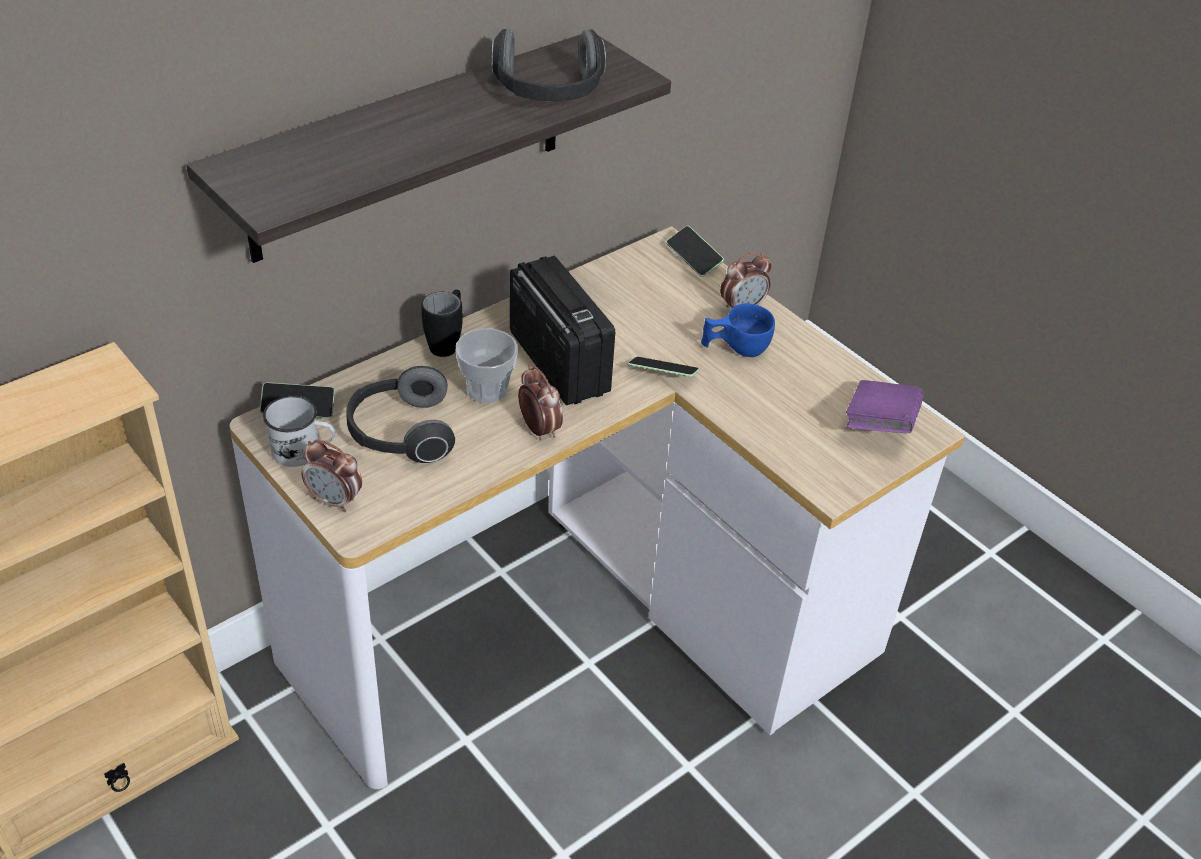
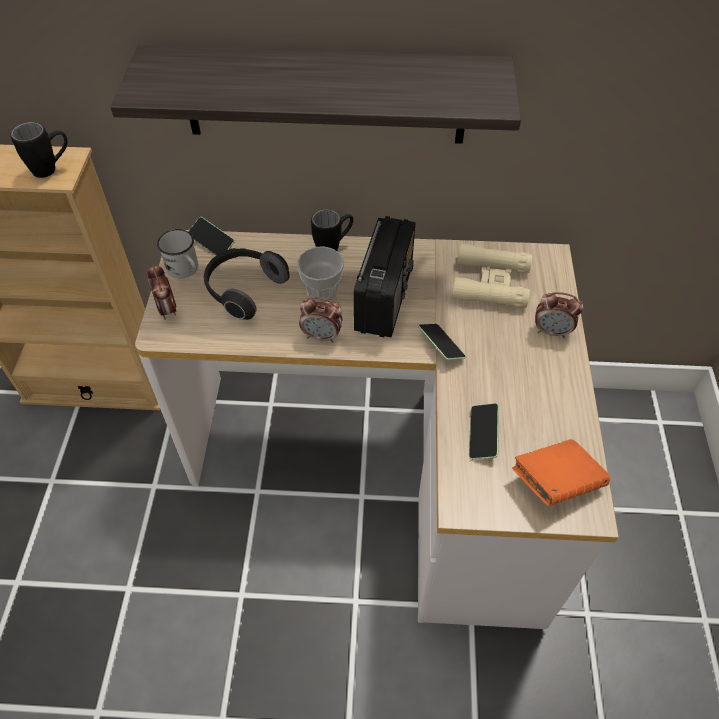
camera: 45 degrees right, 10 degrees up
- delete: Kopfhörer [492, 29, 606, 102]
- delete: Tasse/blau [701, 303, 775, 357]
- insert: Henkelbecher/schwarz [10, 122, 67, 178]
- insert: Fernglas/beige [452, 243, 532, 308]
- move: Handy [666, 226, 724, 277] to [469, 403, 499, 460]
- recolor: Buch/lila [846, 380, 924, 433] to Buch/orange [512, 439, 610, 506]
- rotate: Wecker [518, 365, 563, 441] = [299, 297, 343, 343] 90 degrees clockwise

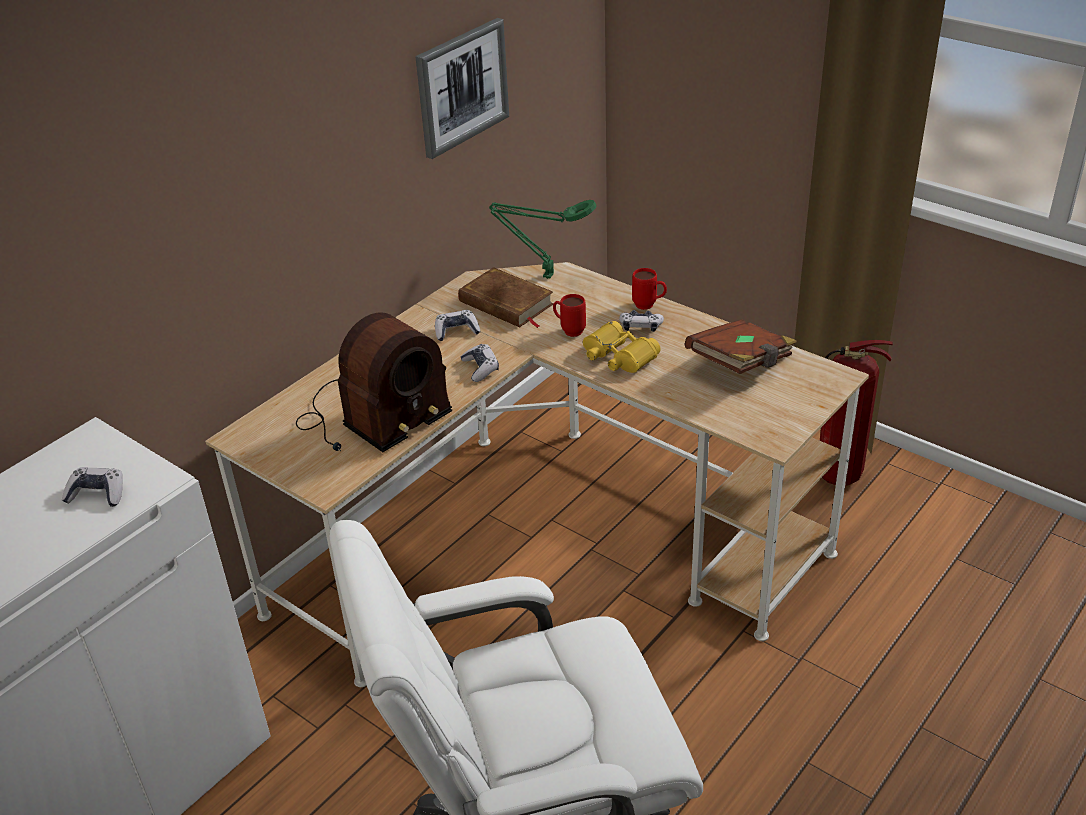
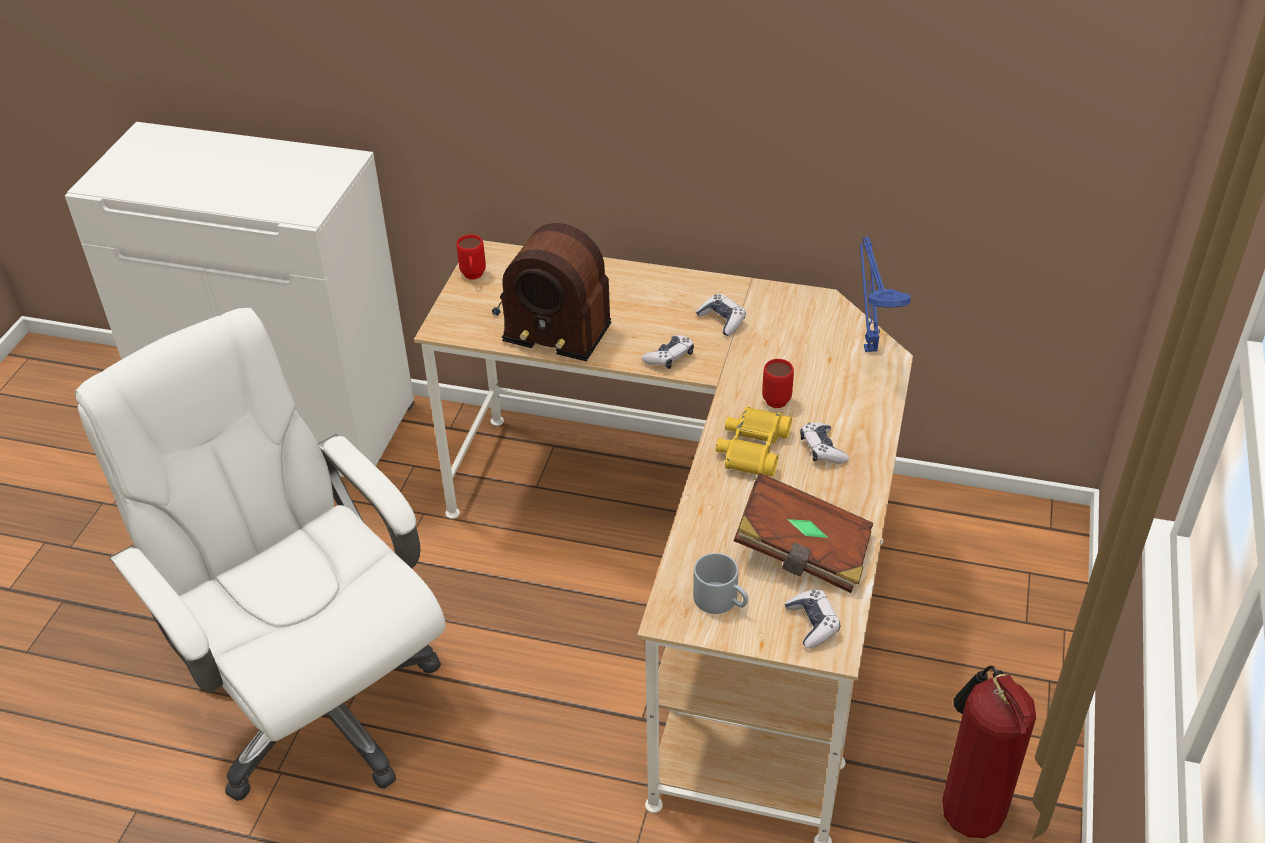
camera: 65 degrees right, 5 degrees up
- delete: Bild [415, 18, 509, 159]
- delete: Buch/braun [458, 267, 553, 328]
- insert: Henkelbecher/grau [693, 553, 748, 614]
- move: Gamepad [62, 467, 123, 507] to [785, 590, 840, 649]
- move: Henkelbecher/rot [632, 268, 667, 310] to [457, 234, 486, 279]
- recolor: Tischlampe/grün [489, 200, 597, 279] to Tischlampe/blau [860, 237, 911, 352]

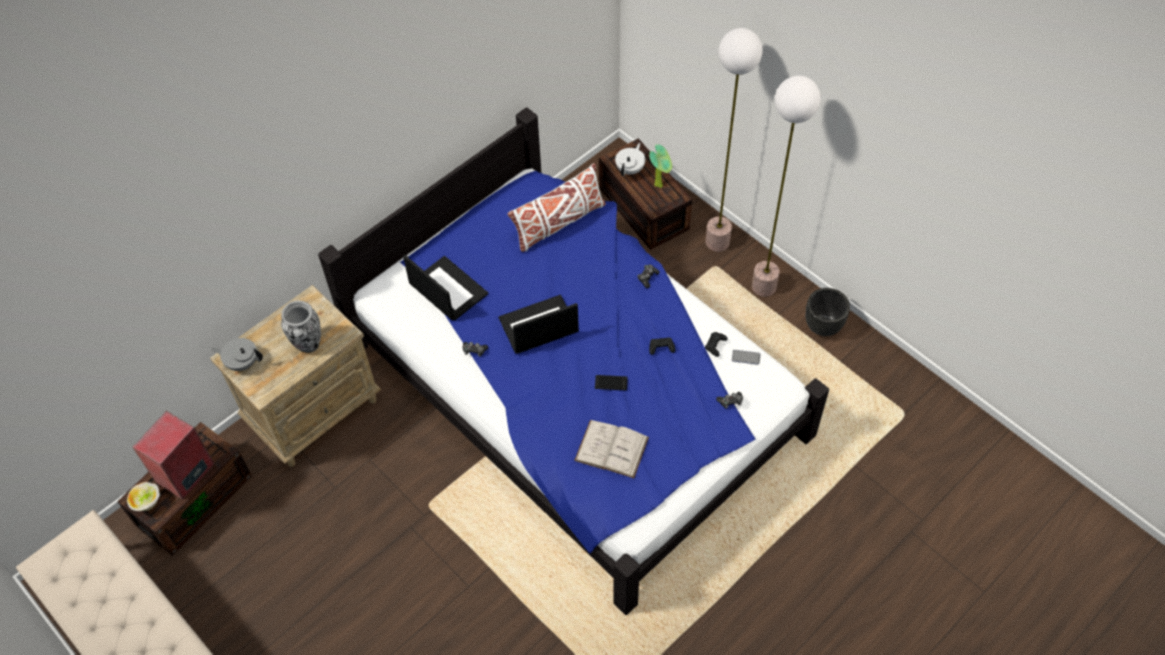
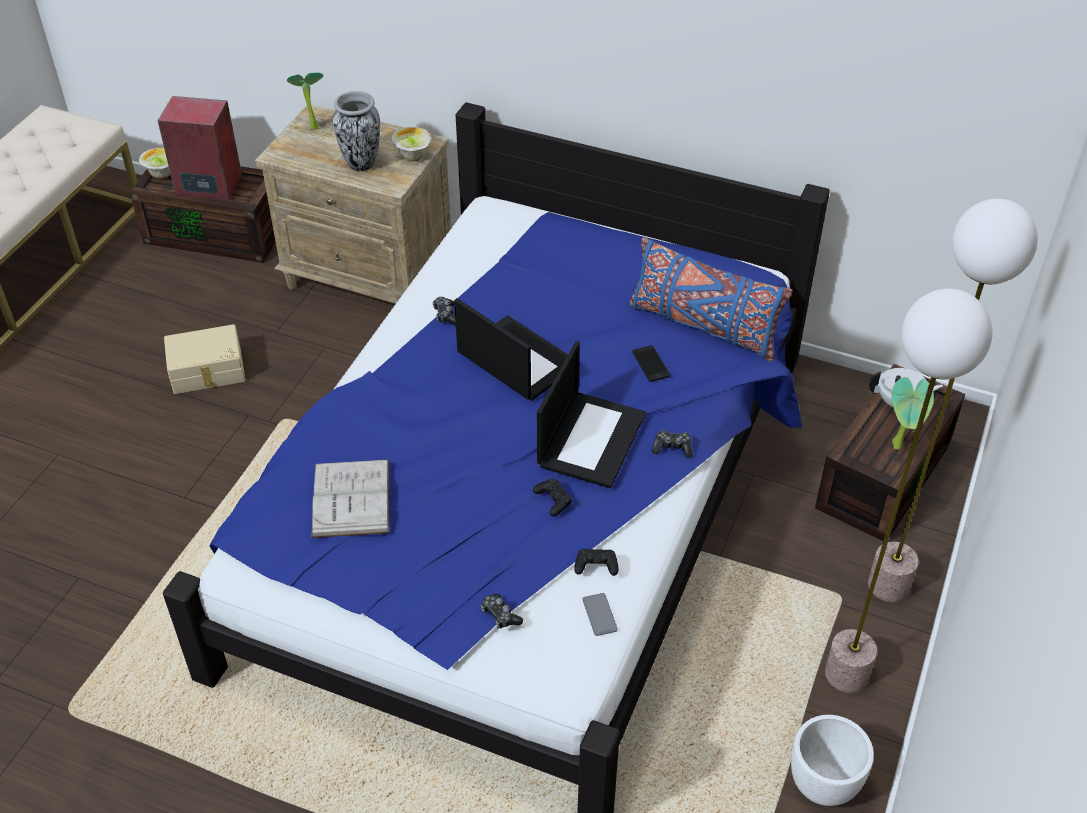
camera: 65 degrees right, 10 degrees down
- insert: Aufbewahrungsbox/beige [164, 324, 245, 394]
- insert: Schüssel [391, 127, 431, 161]
- move: Laptop [403, 255, 488, 321] to [537, 341, 646, 488]
- move: Handy [595, 375, 628, 391] to [632, 345, 670, 382]
- replace: Teekanne/grau [212, 338, 263, 371] to Topfpflanze [287, 72, 323, 130]
- recolor: Kissen/weiß [507, 163, 606, 252] to Kissen/blau [630, 237, 793, 362]
- recolor: Pflanzkübel/schwarz [806, 288, 850, 336] to Pflanzkübel/weiß [791, 715, 874, 806]

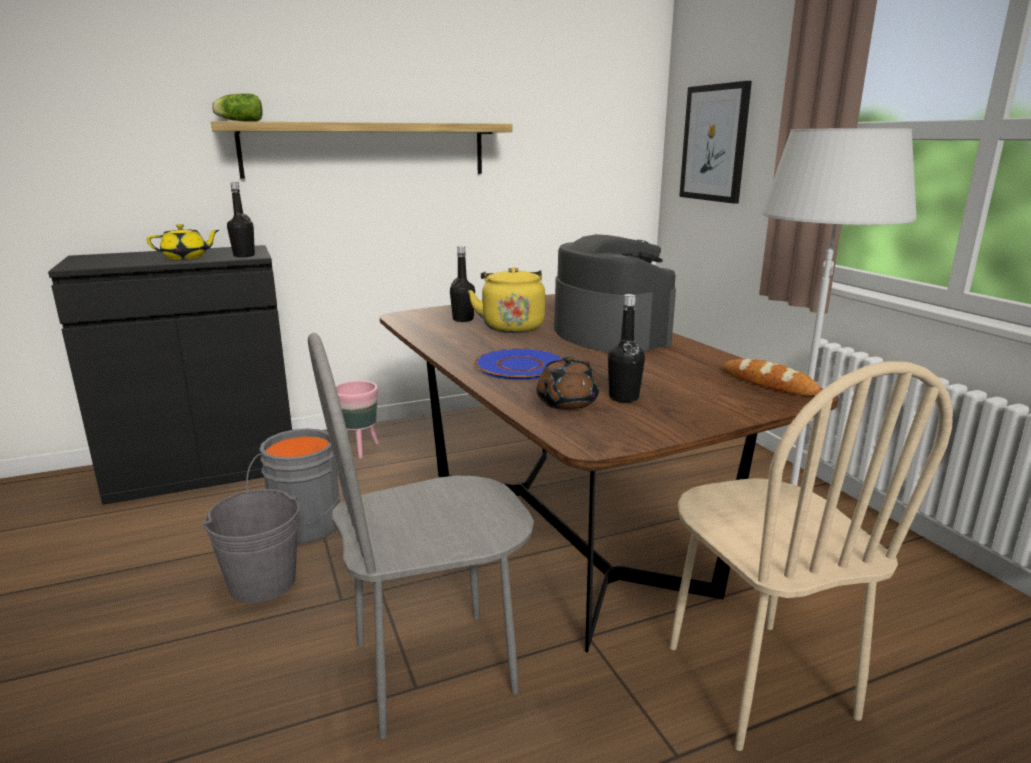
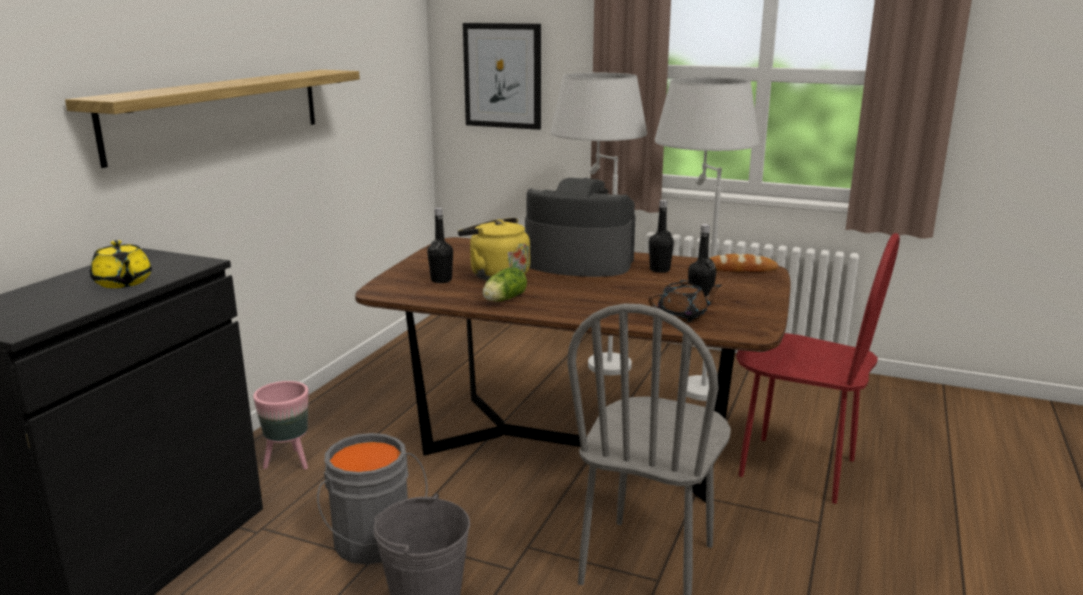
camera: 45 degrees left, 0 degrees up
- delete: Teller/blau [474, 348, 563, 380]
- insert: Stehlampe/weiß [551, 73, 647, 375]
- move: Salatkopf [212, 93, 263, 122] to [482, 267, 527, 301]
- move: Flasche/schwarz [227, 182, 255, 257] to [649, 200, 674, 273]
- recolor: Stuhl/beige [669, 361, 953, 751] to Stuhl/rot [736, 233, 900, 504]
- rotate: Teekanne/gelb [147, 224, 219, 260] = [90, 240, 152, 288] 120 degrees clockwise
- rotate: Teekanne/braun [537, 356, 599, 410] = [649, 280, 722, 322] 90 degrees counterclockwise

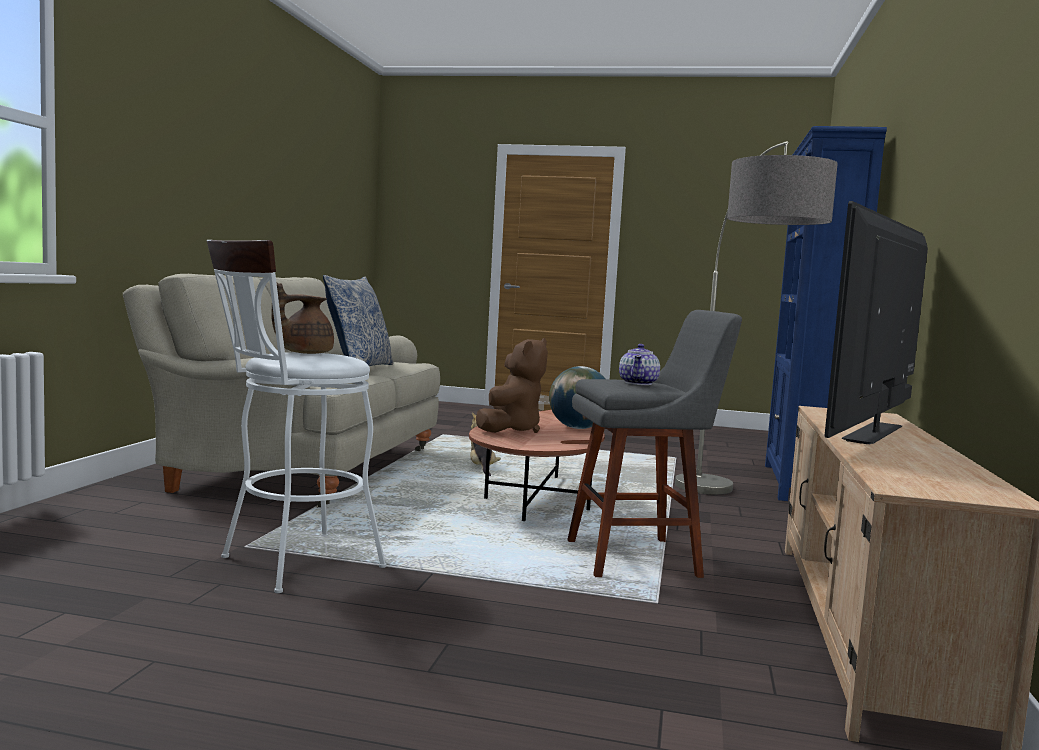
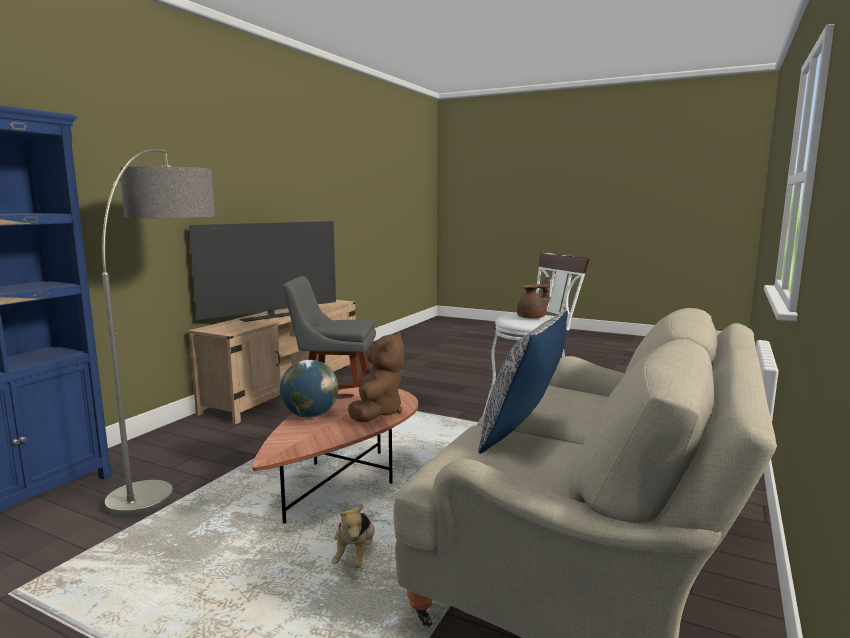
camera: 165 degrees left, 5 degrees up
- delete: Teekanne [619, 344, 660, 385]
- rotate: Plüschtier/braun [476, 338, 548, 433] = [348, 332, 404, 422] 150 degrees clockwise

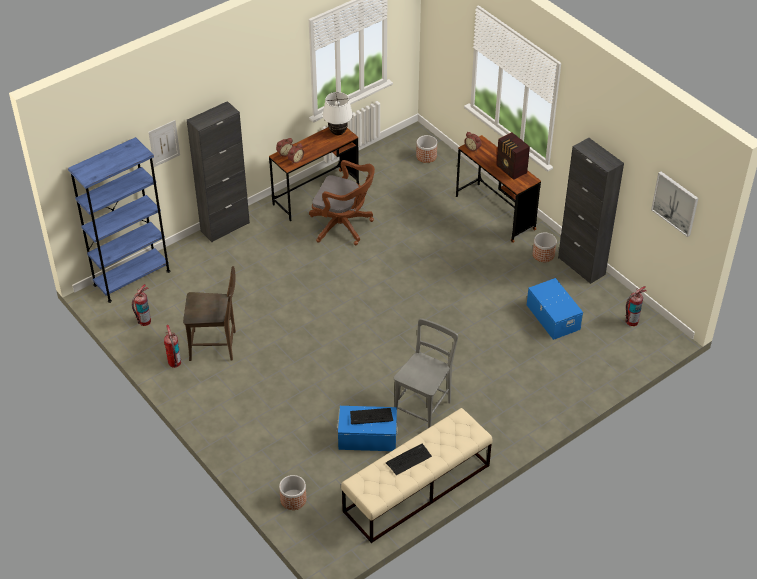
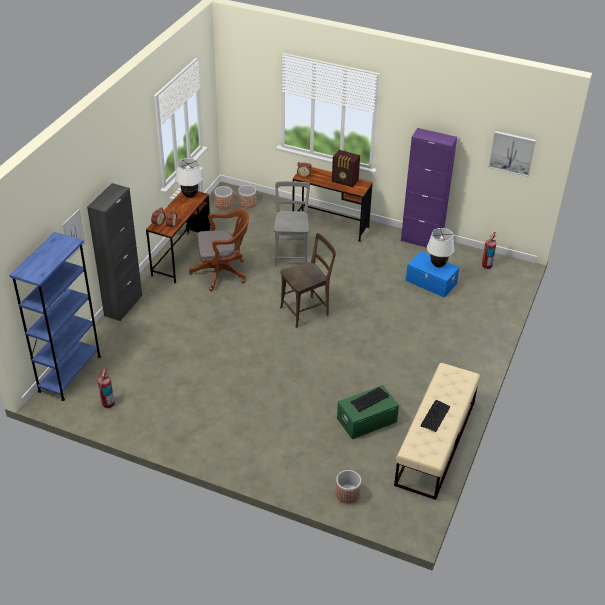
camera: 30 degrees left, 5 degrees down
- delete: Feuerlöscher [164, 325, 181, 368]
- insert: Tischlampe/weiß [427, 228, 455, 267]
- move: Stuhl/braun [183, 266, 236, 361] to [280, 233, 336, 328]
- move: Stuhl/grau [394, 318, 458, 428] to [274, 181, 310, 267]
- move: Pflanzkübel [533, 232, 557, 262] to [215, 186, 233, 210]
- recolor: Aufbewahrungsbox/blau [337, 406, 398, 451] to Aufbewahrungsbox/grün [337, 385, 399, 439]
- recolor: Schrank/schwarz [558, 138, 624, 284] to Schrank/lila [401, 128, 457, 248]

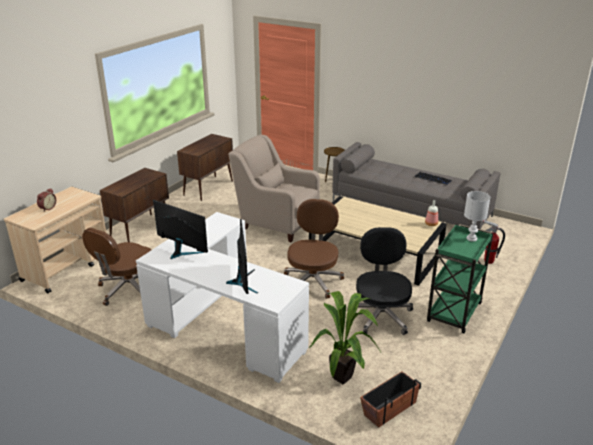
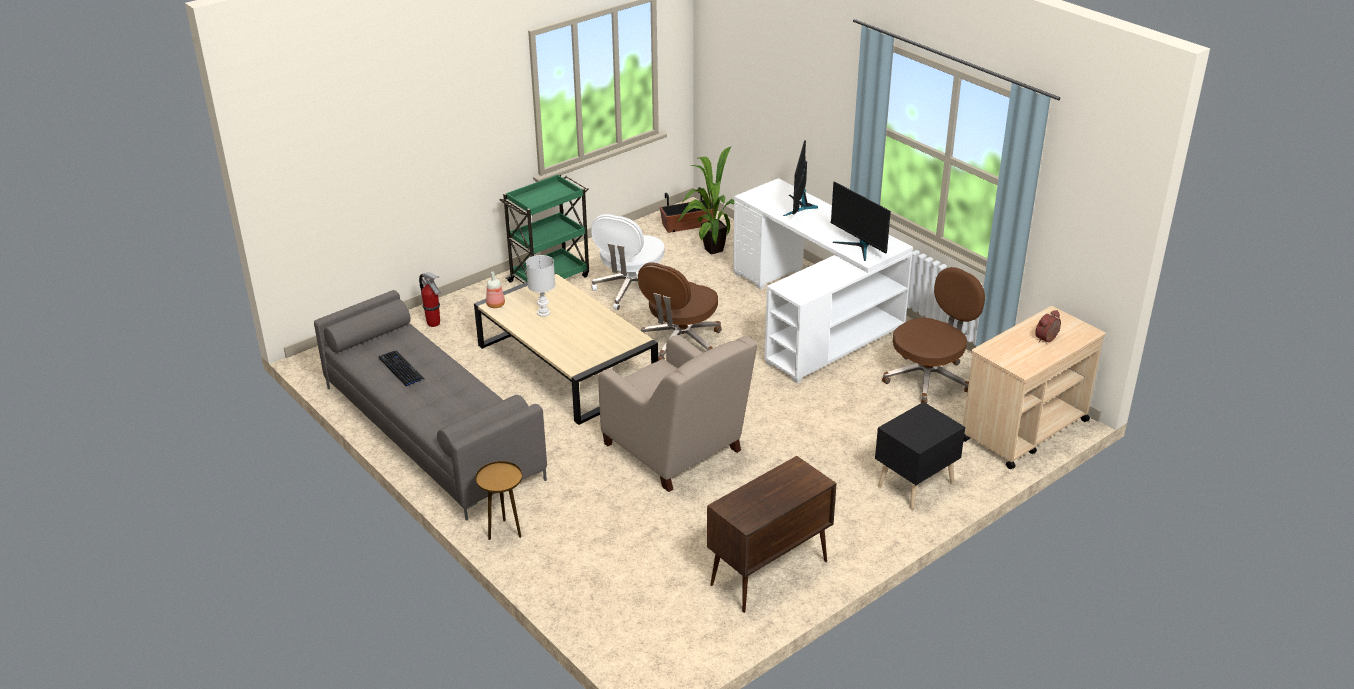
camera: 160 degrees left, 5 degrees up
- move: Tischlampe/weiß [464, 191, 490, 242] to [526, 255, 555, 317]
- replace: Schrank/braun [100, 168, 169, 242] to Nachttisch/schwarz [875, 402, 965, 510]
- recolor: Bürostuhl/schwarz [347, 227, 413, 335] to Bürostuhl/weiß [591, 214, 665, 310]

